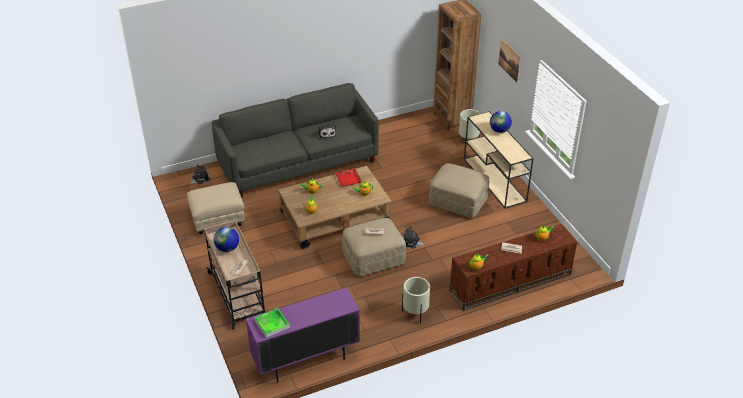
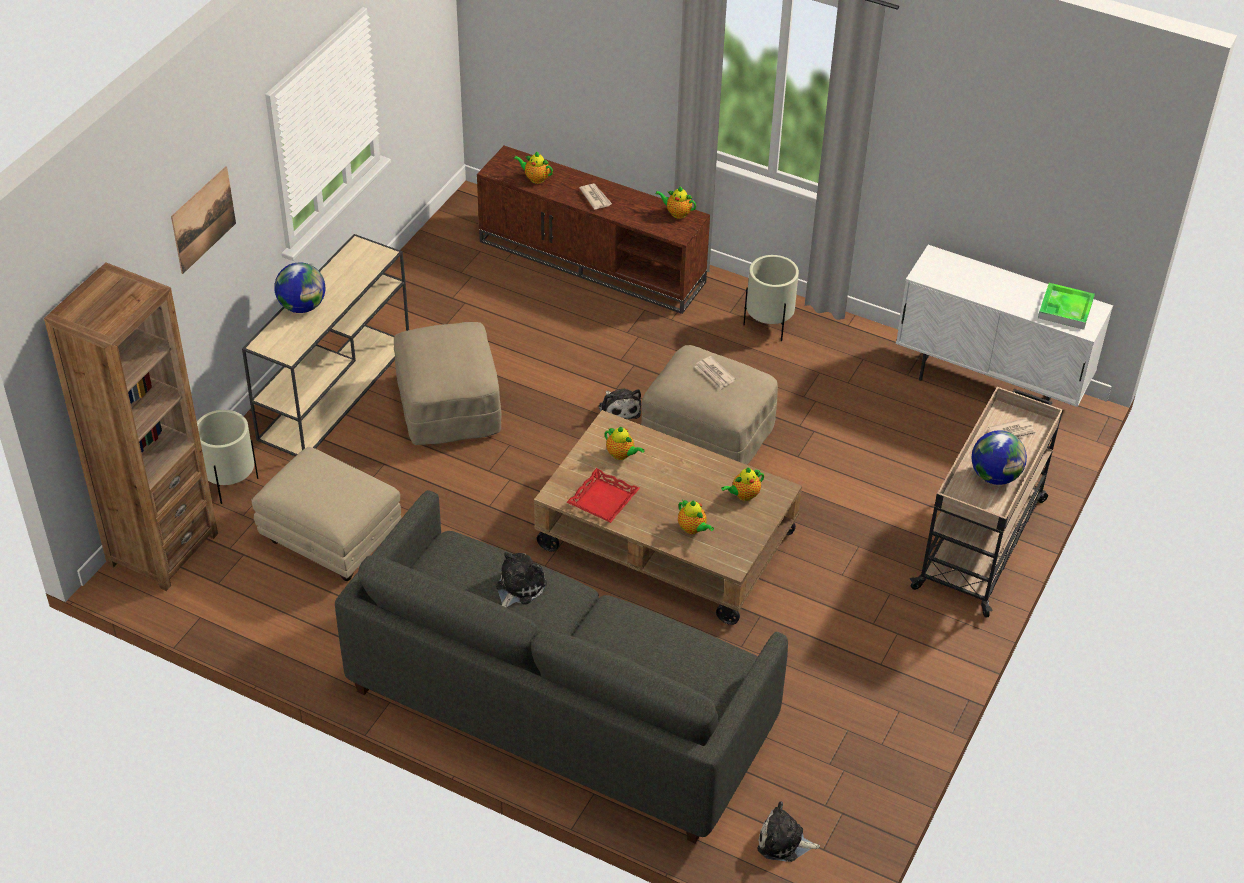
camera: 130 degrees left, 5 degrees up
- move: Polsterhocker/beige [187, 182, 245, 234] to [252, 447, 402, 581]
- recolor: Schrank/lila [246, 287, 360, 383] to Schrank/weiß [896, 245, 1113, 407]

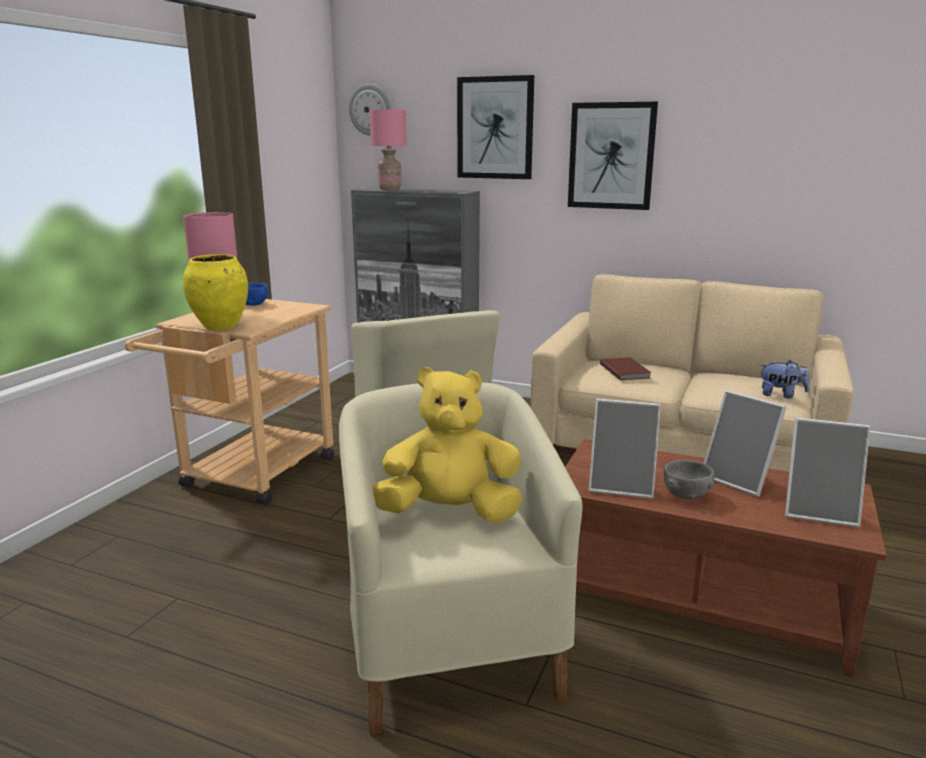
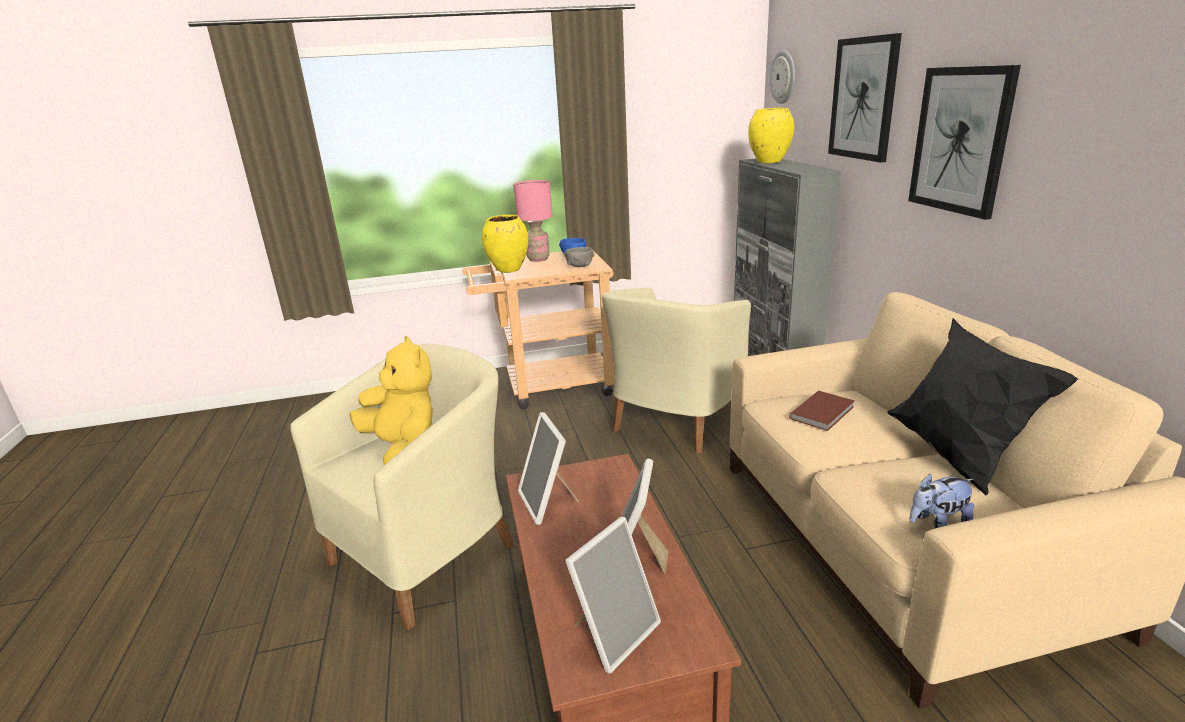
camera: 55 degrees right, 5 degrees up
- insert: Kissen/schwarz [888, 318, 1078, 496]
- move: Schüssel/grau [664, 460, 714, 499] to [564, 247, 595, 267]
- replace: Tischlampe/rosa [370, 109, 407, 190] to Vase/gelb [748, 108, 794, 163]
- rotate: Plüschtier [760, 360, 809, 399] = [910, 473, 974, 529] 90 degrees clockwise
- rotate: Bilderrahmen [785, 418, 870, 528] = [565, 517, 661, 673] 120 degrees counterclockwise

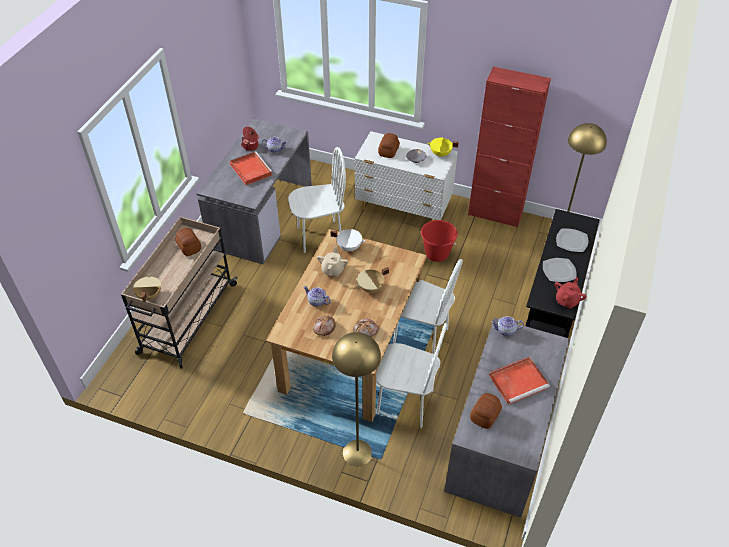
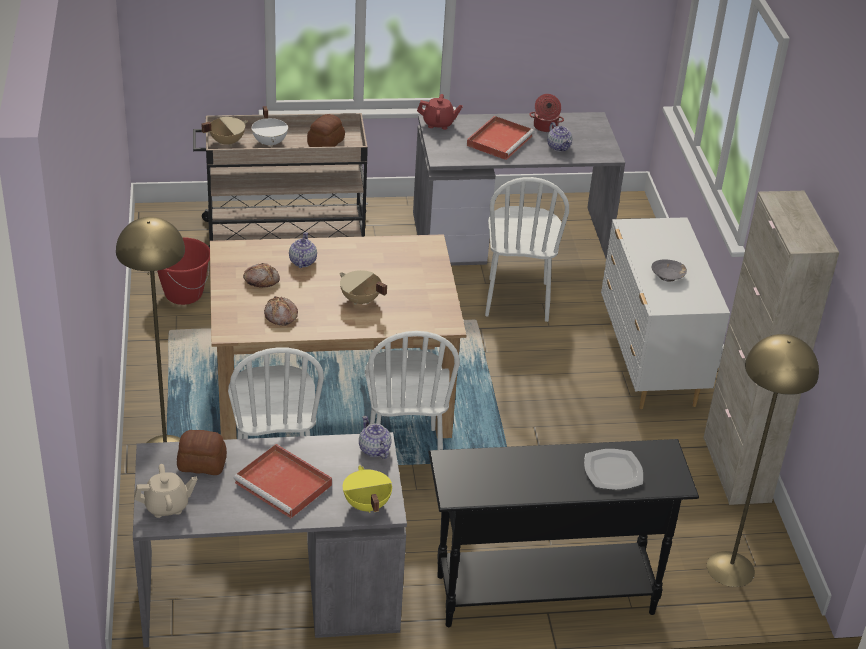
camera: 60 degrees right, 10 degrees down
- delete: Brot [378, 133, 400, 158]
- delete: Teller [543, 258, 577, 282]
- move: Teekanne/beige [317, 247, 348, 276] to [134, 464, 197, 518]
- move: Kochtopf/weiß [331, 229, 366, 252] to [252, 106, 288, 148]
- move: Eimer/rot [421, 220, 458, 262] to [157, 237, 210, 305]
- move: Kochtopf/gelb [427, 138, 459, 157] to [342, 465, 392, 513]
- move: Teekanne/rot [555, 277, 587, 309] to [417, 94, 463, 130]
- recolor: Schrank/rot [468, 66, 551, 228] to Schrank/beige [703, 191, 839, 505]
- rotate: Stuhl/weiß [288, 147, 346, 253] = [485, 177, 569, 322] 45 degrees clockwise

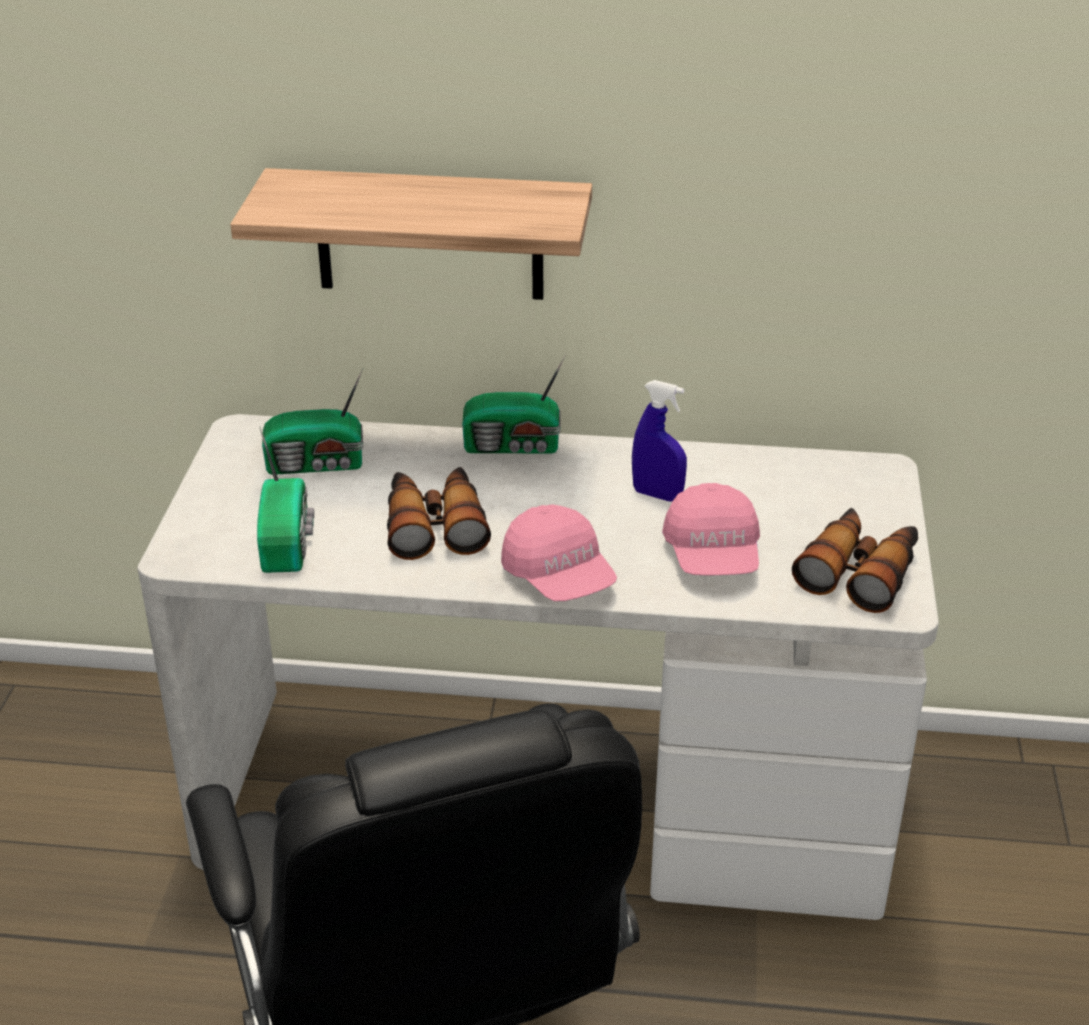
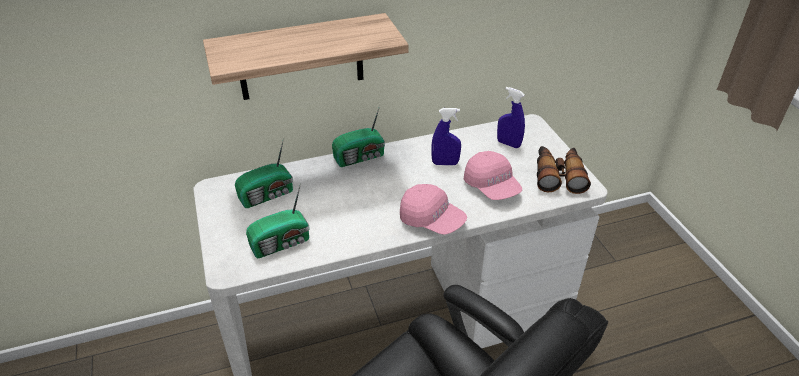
camera: 25 degrees left, 5 degrees up
- delete: Fernglas [387, 467, 491, 560]
- insert: Sprühflasche/blau [497, 87, 525, 148]
- rotate: Radio [257, 426, 314, 573] = [246, 183, 310, 258] 90 degrees clockwise

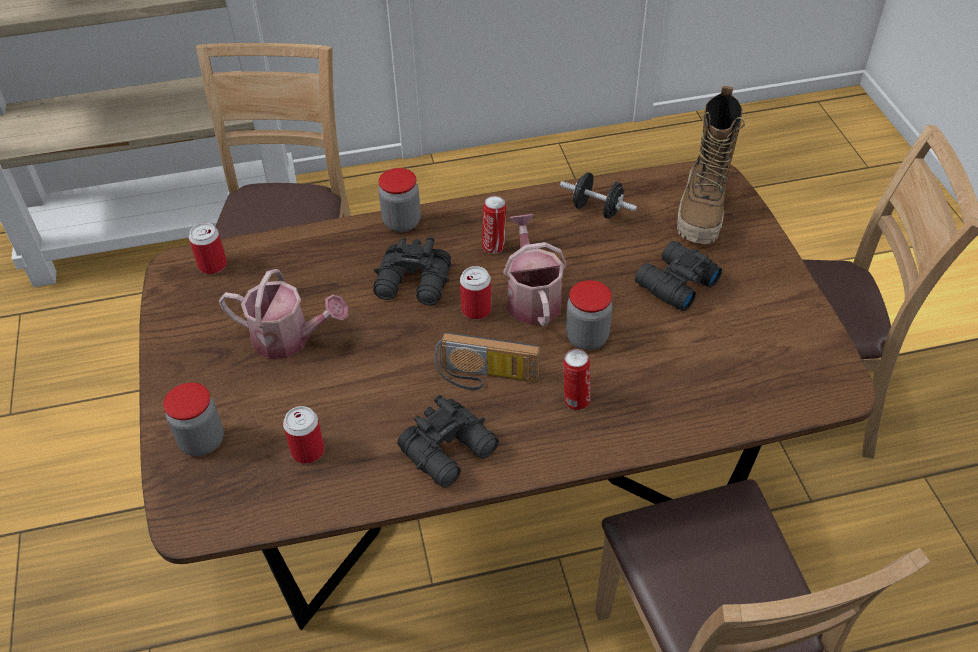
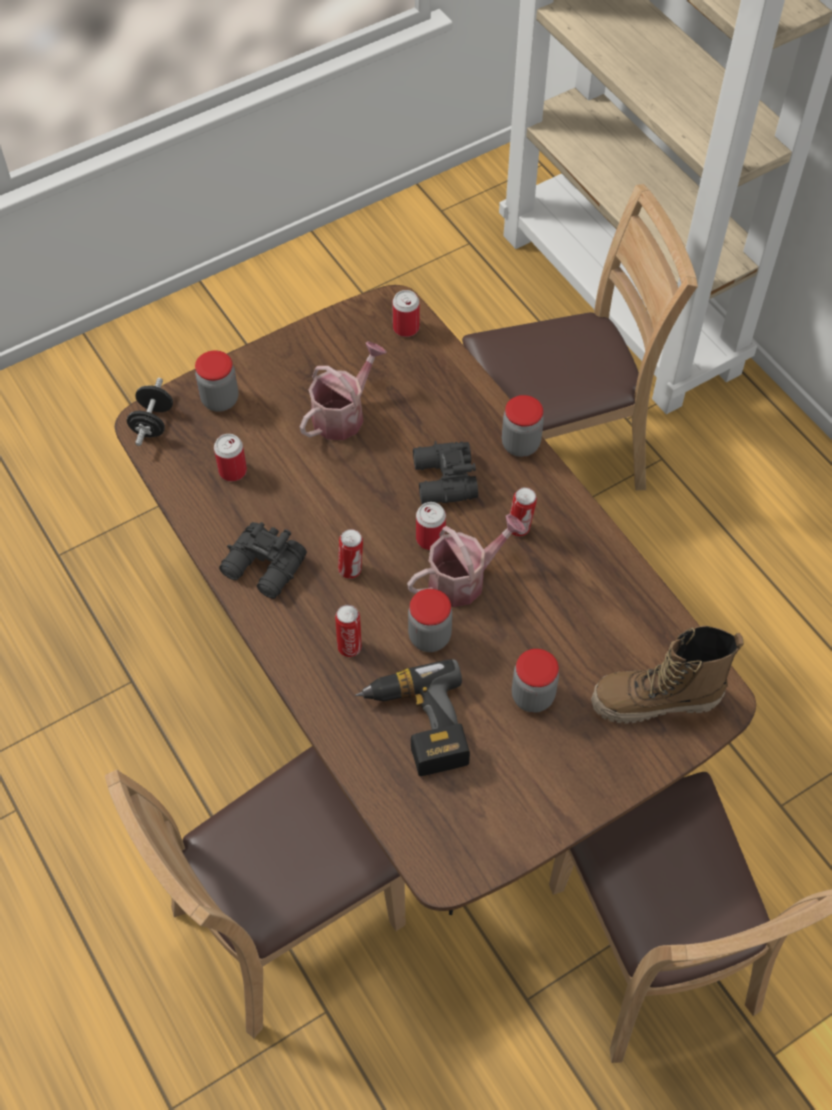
camera: 70 degrees right, 10 degrees up
- insert: Bohrmaschine [355, 659, 470, 776]
- move: Hantel/schwarz [560, 172, 637, 219] to [127, 378, 173, 446]
- replace: Radio [434, 332, 540, 390] to Dose [338, 529, 363, 579]
- replace: Fernglas/schwarz [635, 241, 722, 311] to Vorratsglas [512, 649, 559, 713]
- rotate: Gießkanne [219, 269, 348, 359] = [300, 341, 387, 440] 135 degrees counterclockwise

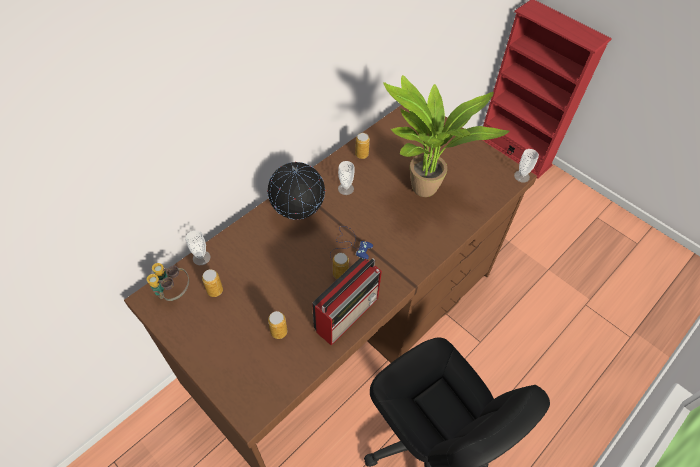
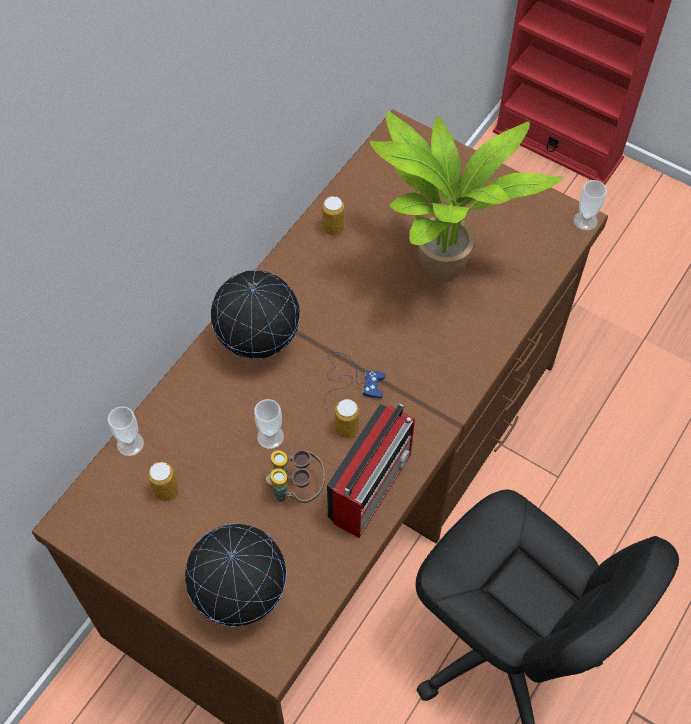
camera: 10 degrees left, 5 degrees up
- delete: Dose [268, 311, 287, 339]
- insert: Globus [185, 524, 287, 627]
- move: Fernglas [147, 263, 189, 301] to [266, 450, 325, 503]
- move: Tasse [338, 161, 354, 195] to [254, 399, 284, 449]

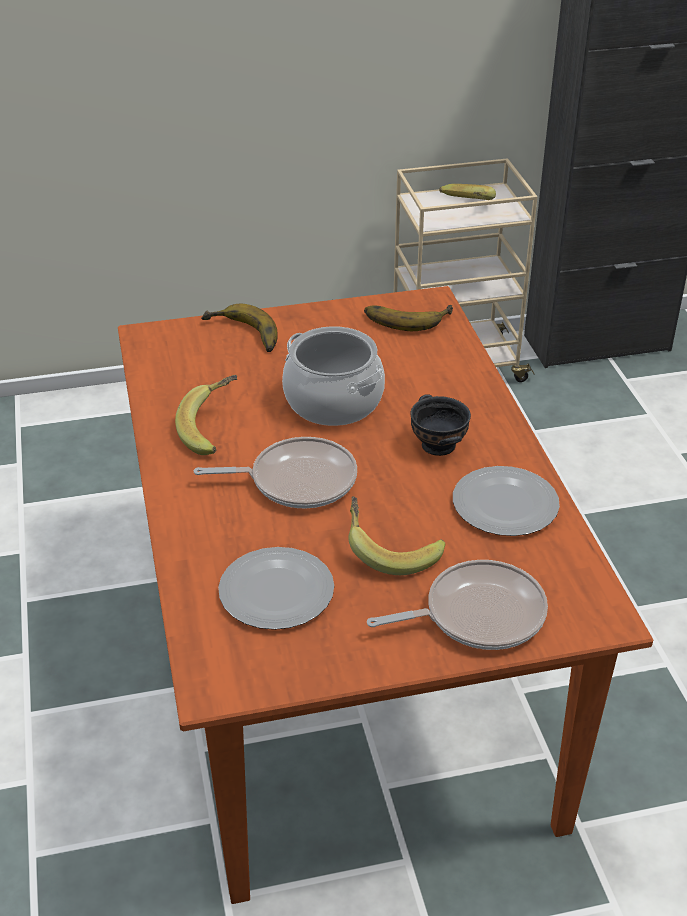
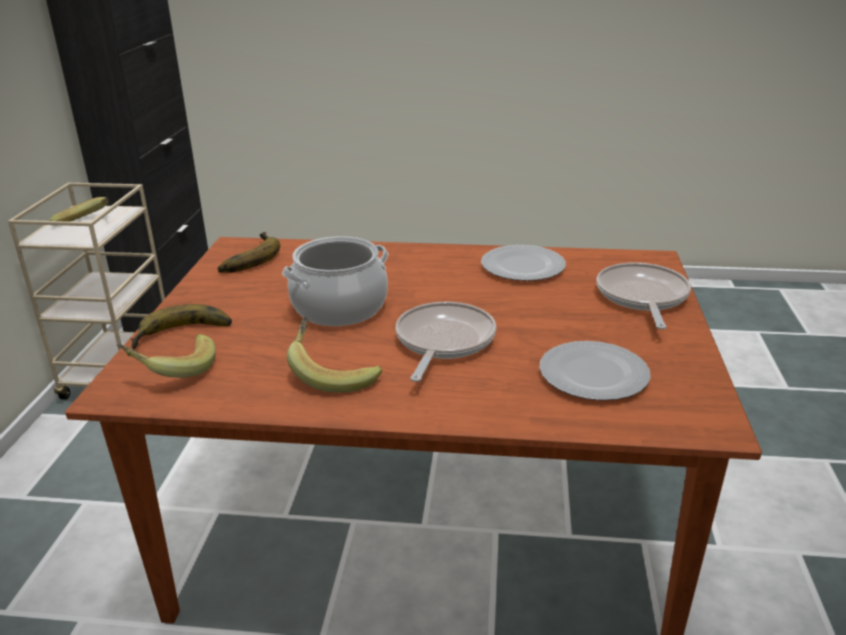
camera: 70 degrees left, 10 degrees down
- delete: Schüssel/schwarz [410, 394, 471, 456]
- move: Banane [348, 496, 445, 575] to [117, 334, 215, 378]

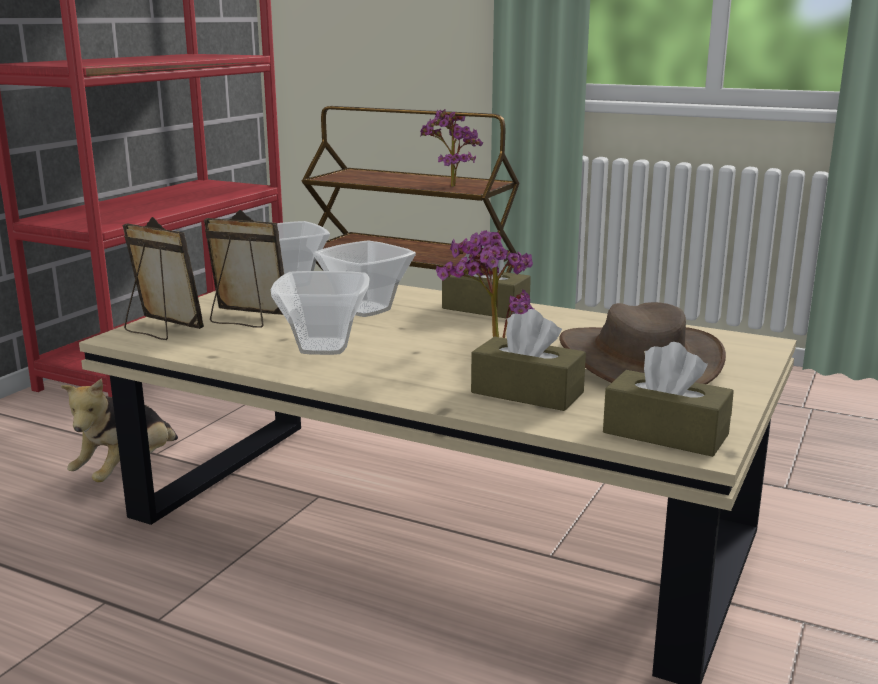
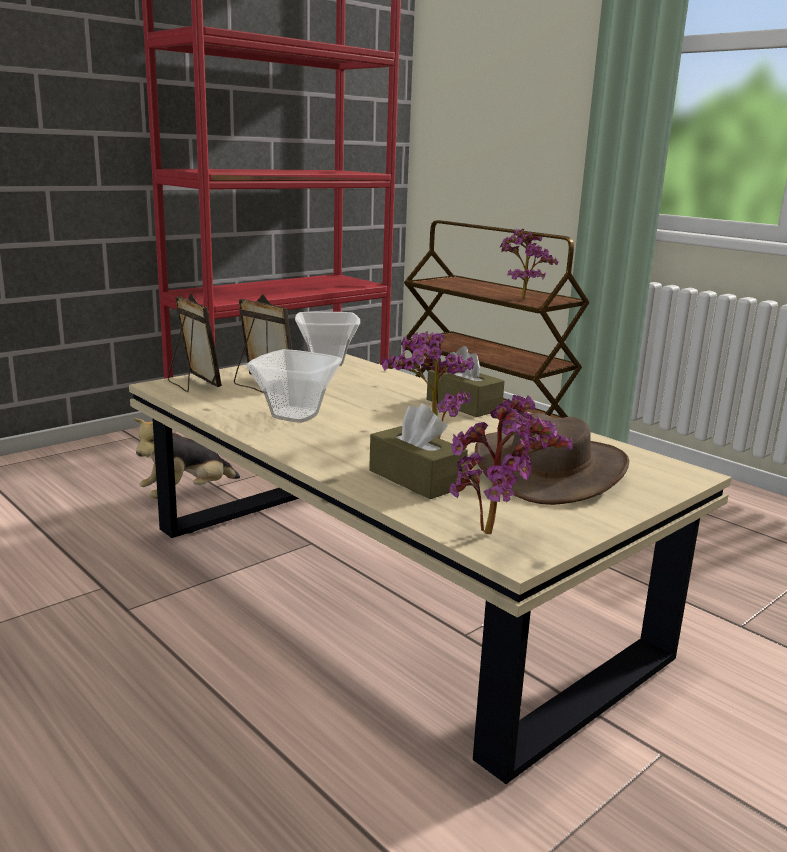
camera: 20 degrees right, 0 degrees up
- delete: Schüssel [313, 241, 416, 317]
- replace: Taschentuchbox/braun [603, 342, 734, 457] to Topfpflanze [449, 395, 572, 535]

